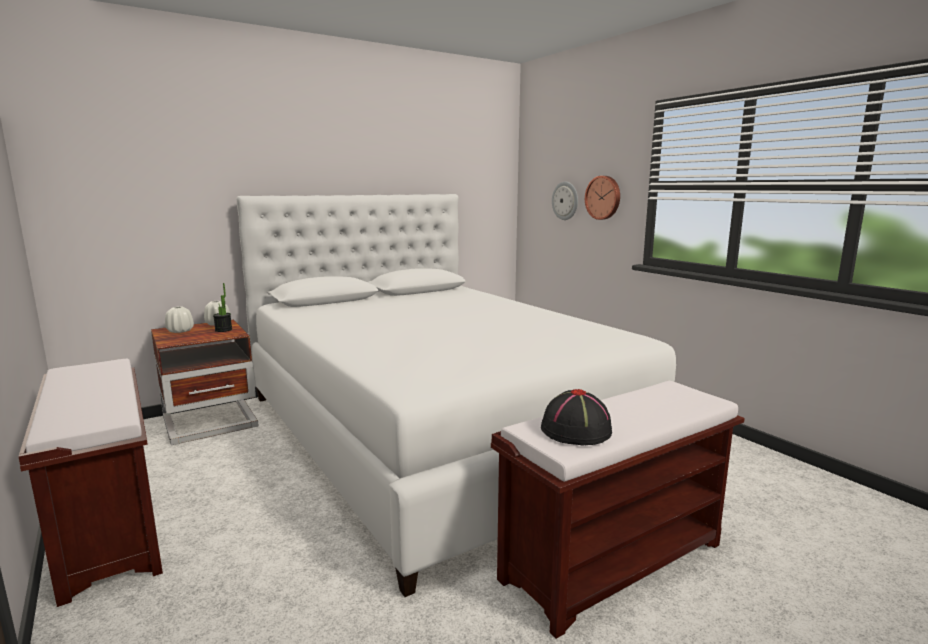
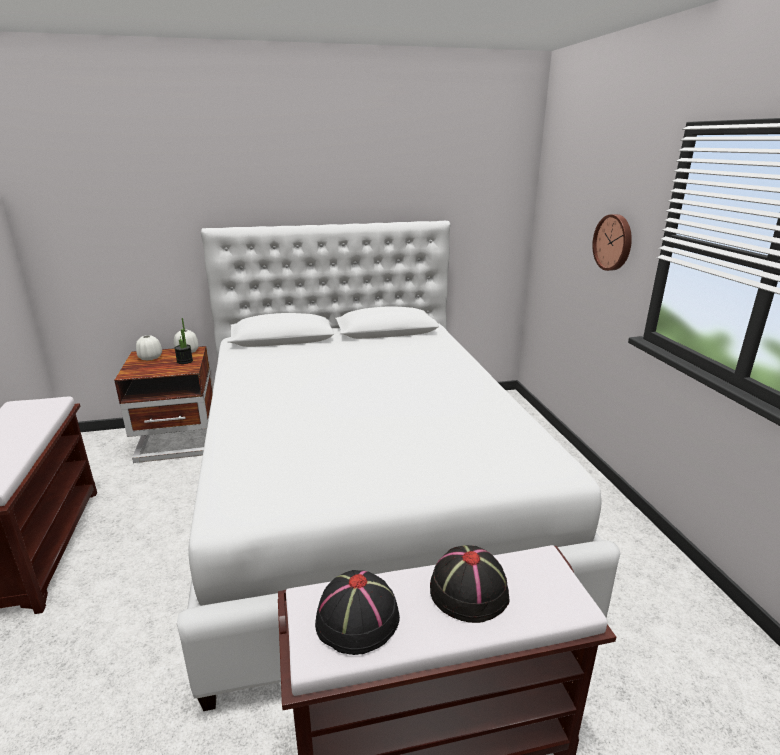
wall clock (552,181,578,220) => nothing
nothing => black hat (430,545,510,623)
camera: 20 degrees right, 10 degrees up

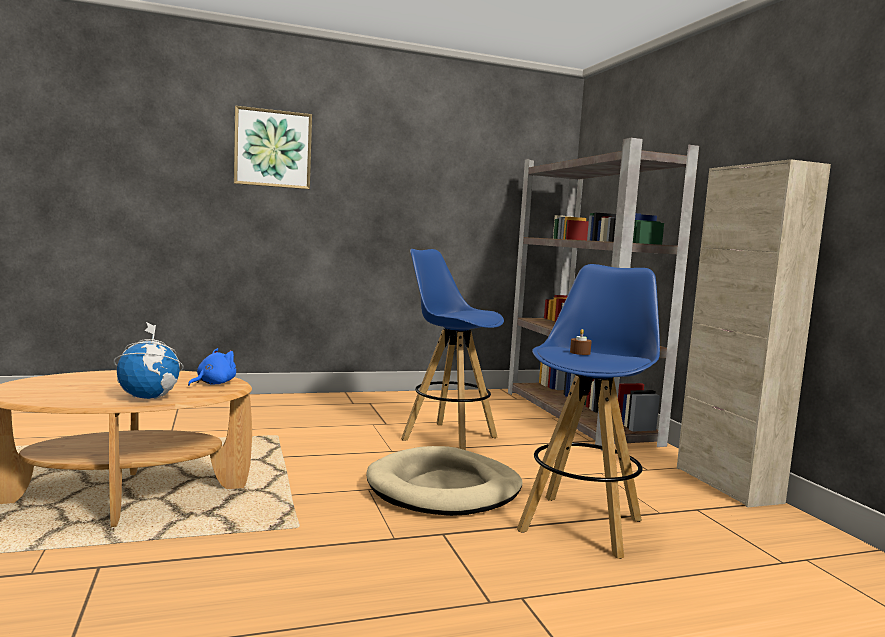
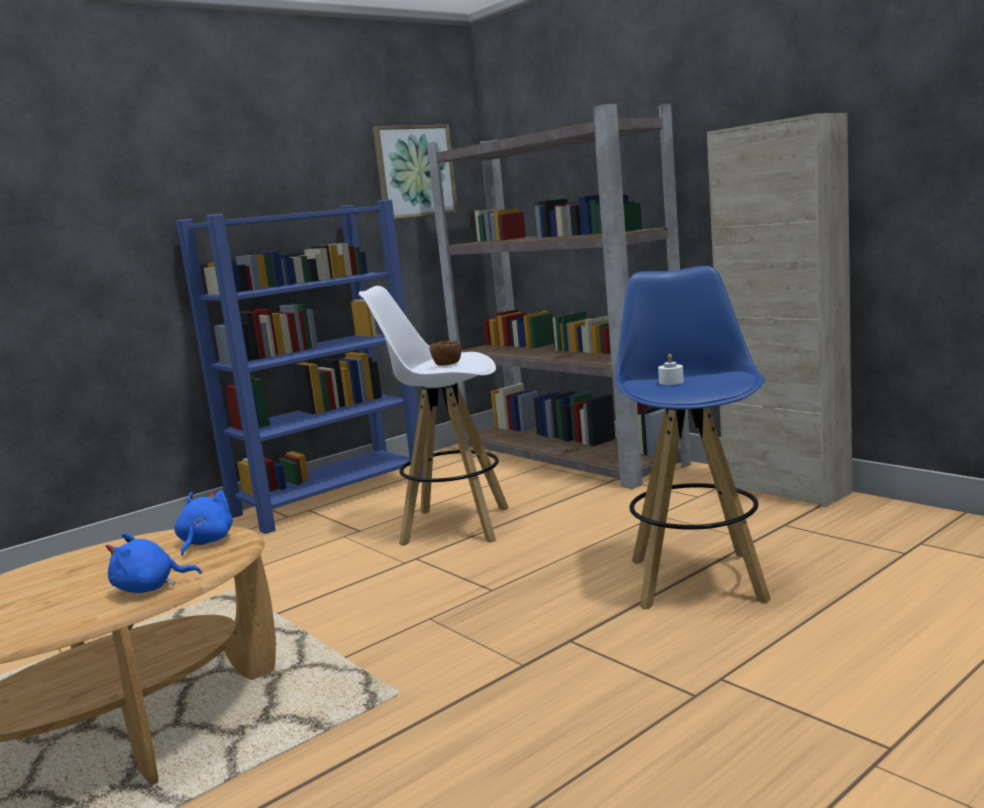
beige dog bed (366,446,522,516) => nothing
nothing => blue bookcase (176,199,423,534)
nothing => brown bowl (429,341,462,366)
picture (234,106,312,189) => picture (373,125,458,219), relocated
globe (114,322,184,399) => blue plush toy (105,533,202,593)
blue stool (401,249,504,450) => white stool (359,286,509,545)
brown candle (570,329,592,355) => white candle (658,354,684,385)
camera: 20 degrees left, 5 degrees up

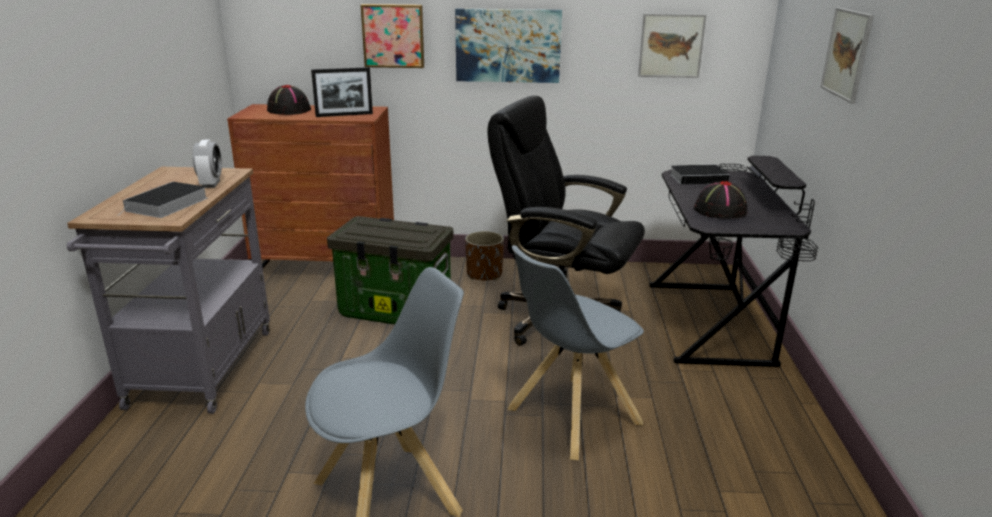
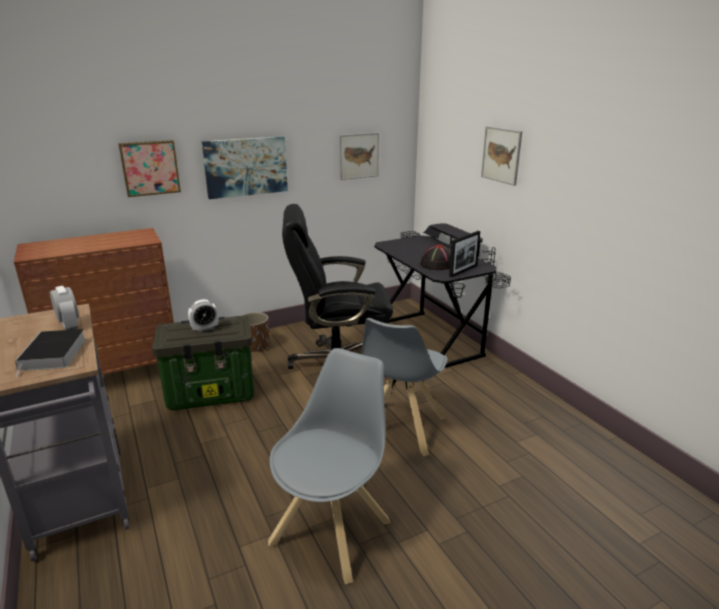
black hat (267,85,311,115) => nothing
book (670,165,729,185) => nothing
nothing => alarm clock (188,299,219,332)
picture frame (311,67,373,117) => picture frame (449,231,480,278), relocated
camera: 30 degrees left, 0 degrees up

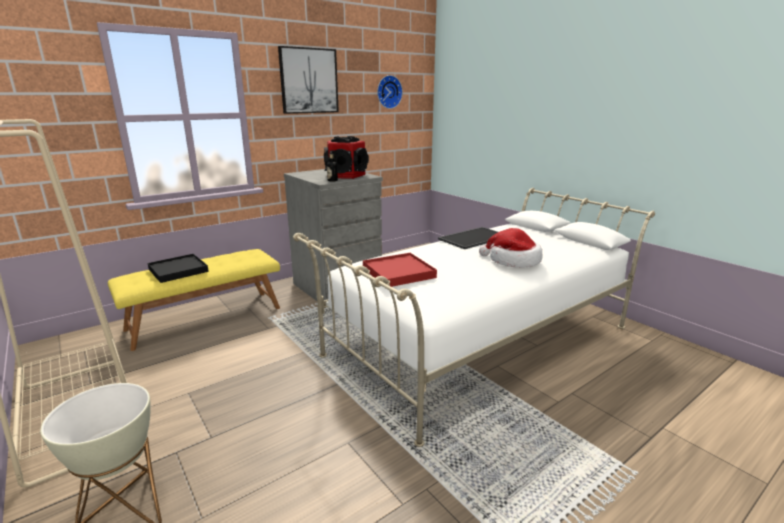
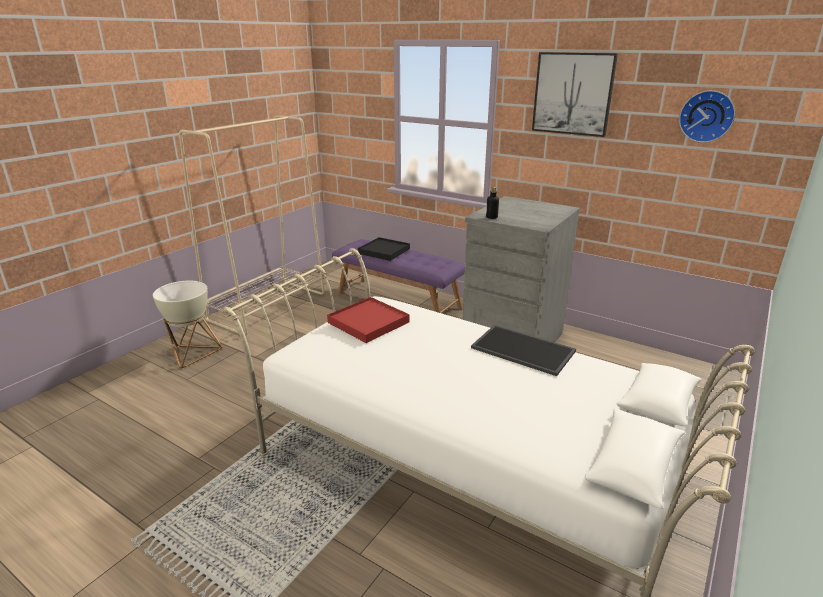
speaker (324,136,369,179) => nothing
hat (479,228,543,268) => nothing
yellow bench (108,249,280,351) => purple bench (332,239,466,313)
camera: 70 degrees right, 5 degrees up

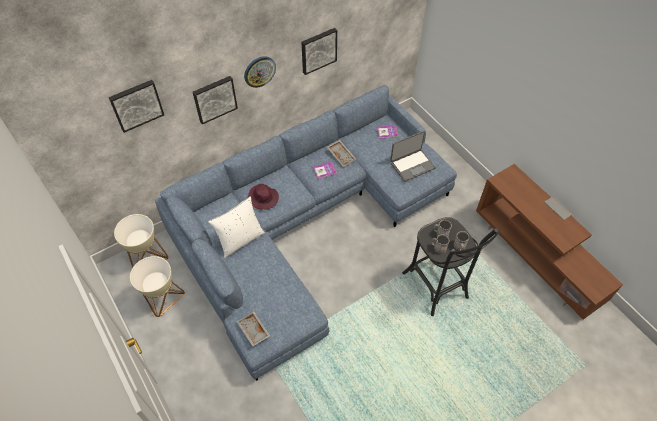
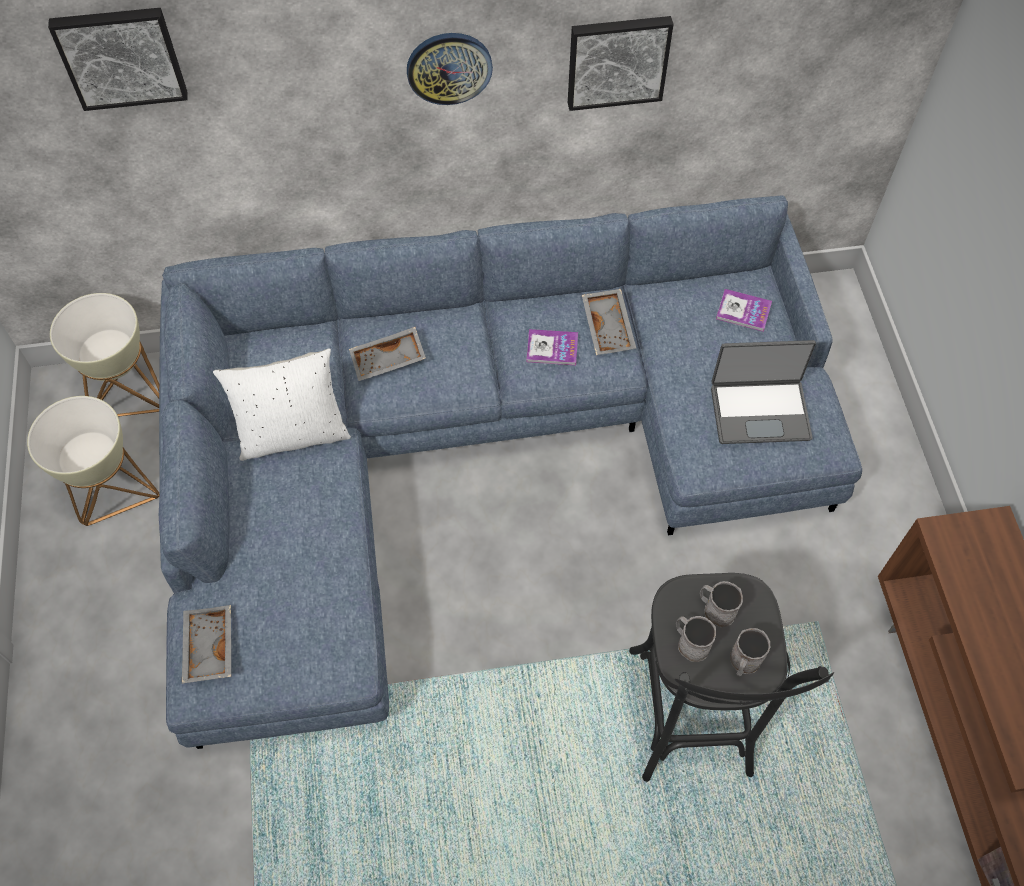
picture (193,76,238,125) => nothing
purple hat (248,184,279,210) => grey tray (349,327,426,381)
camera: 25 degrees right, 5 degrees up

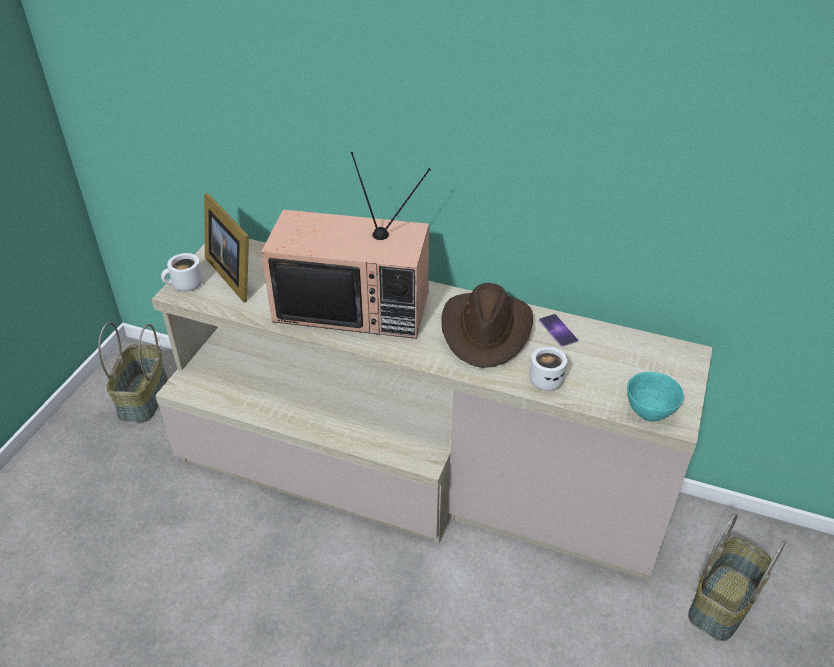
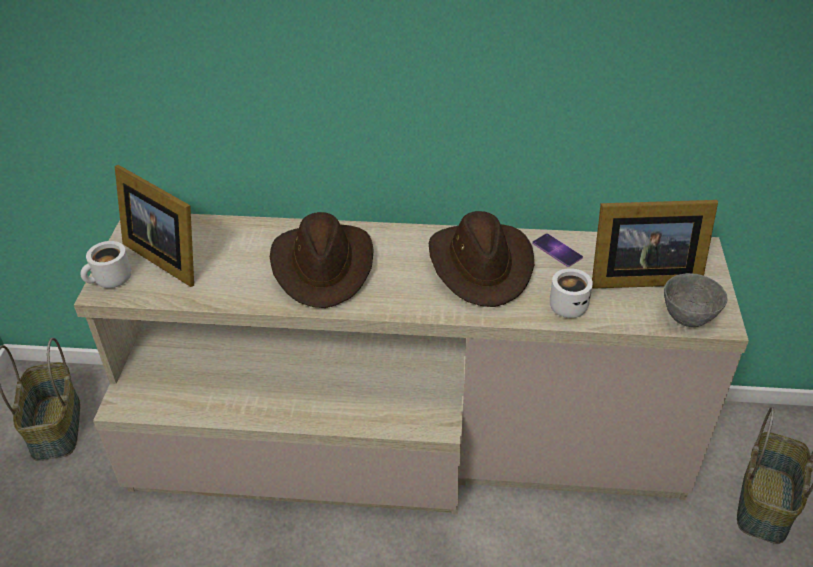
nothing => picture frame (592,200,718,289)
television (261,152,431,339) => brown hat (270,212,374,308)
turquoise bowl (627,372,684,421) => grey bowl (664,273,728,327)
camera: 15 degrees left, 0 degrees up

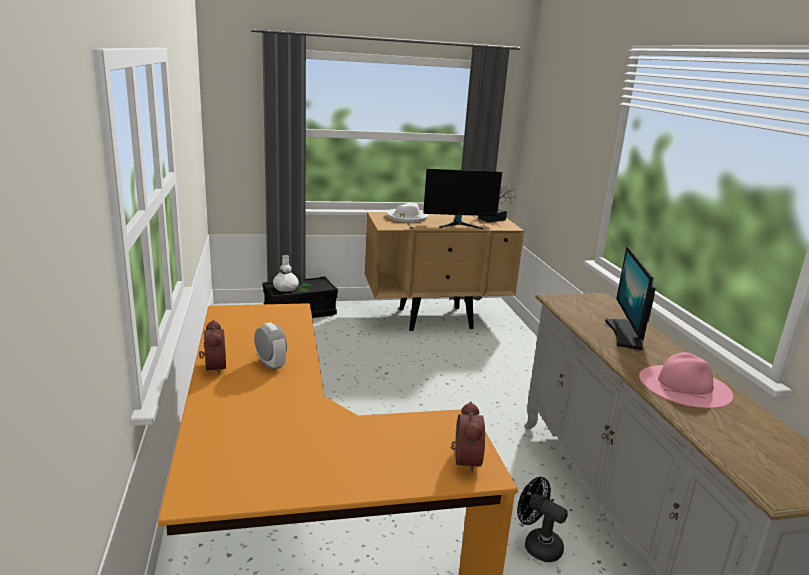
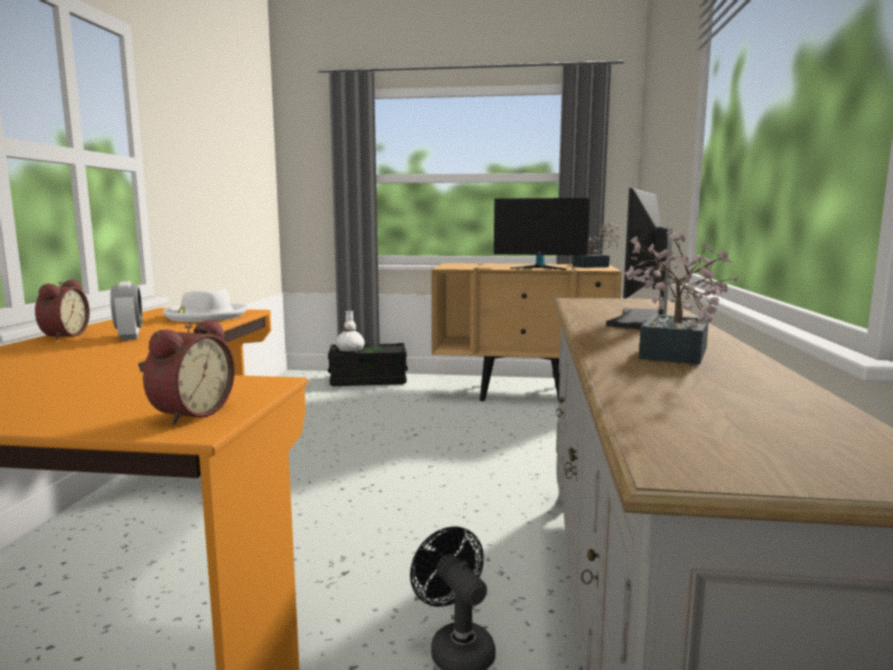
white hat (387,203,428,222) => white hat (163,289,248,322), relocated
pink hat (639,352,733,408) => potted plant (624,231,739,365)
camera: 20 degrees right, 10 degrees down

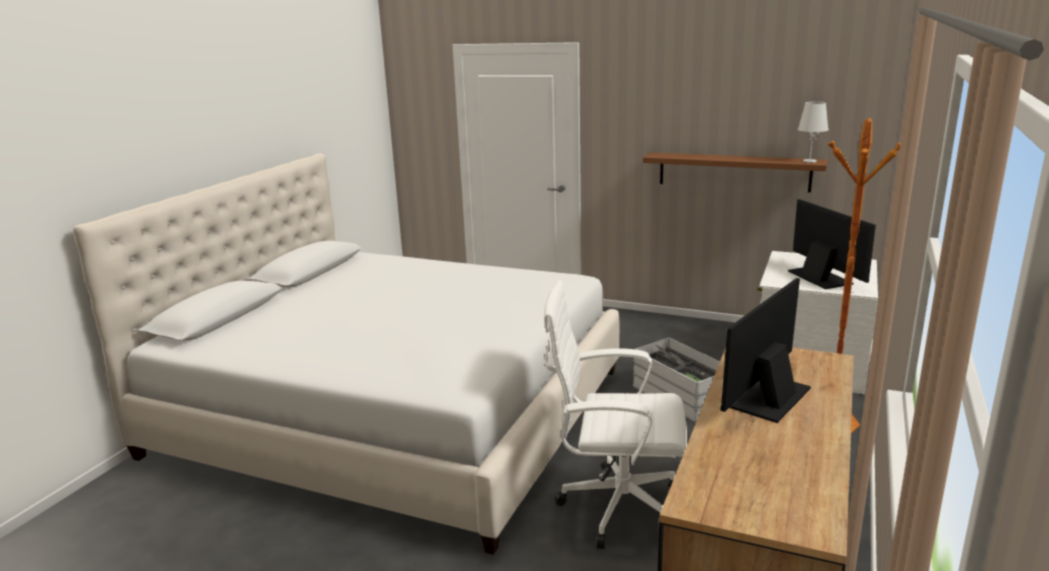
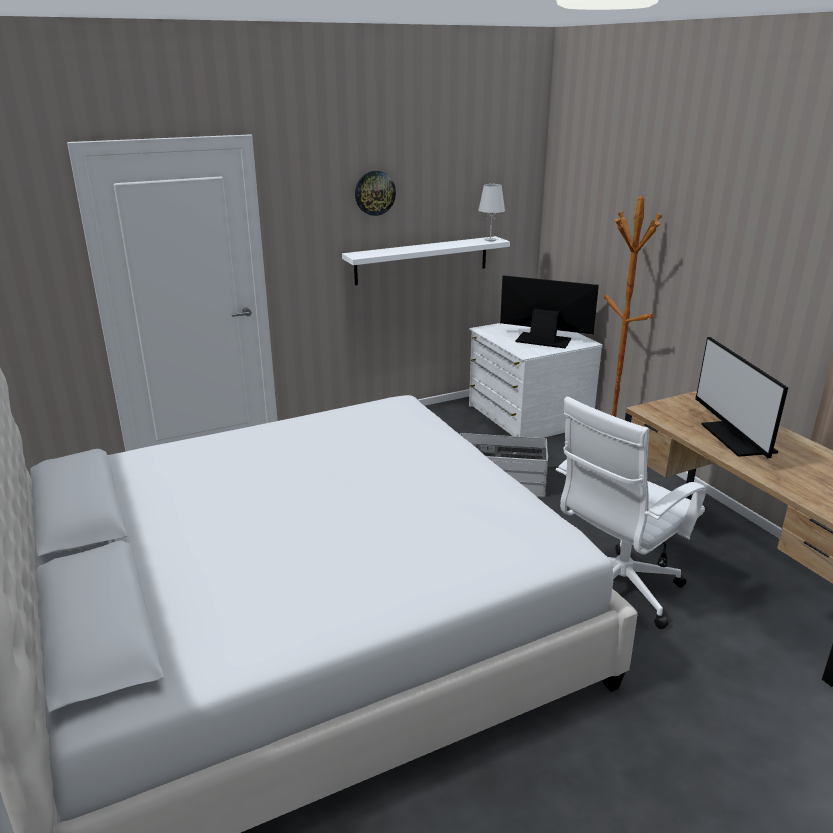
nothing => wall clock (355,171,396,216)
brown shelf (643,152,828,193) => white shelf (342,236,510,285)
camera: 50 degrees left, 5 degrees up

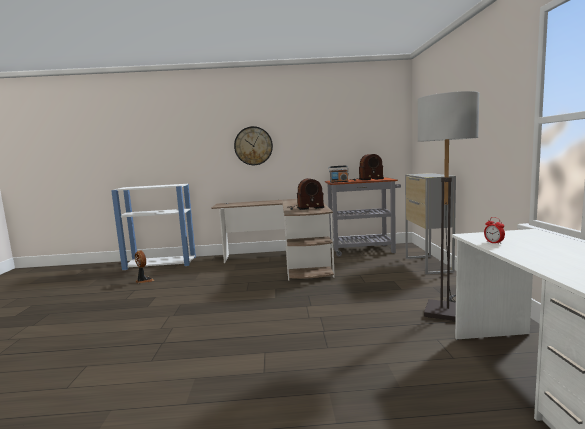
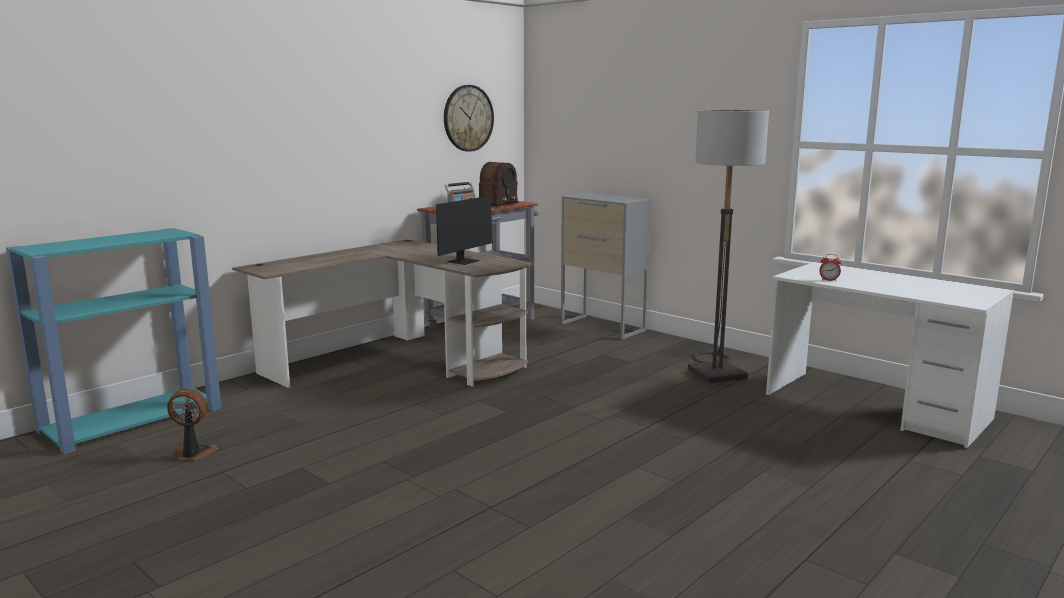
wall clock (234,126,273,165) => wall clock (444,85,494,152), relocated
radio (287,178,324,210) => monitor (436,196,507,265)
white bookcase (111,184,196,270) => turquoise bookcase (6,228,221,454)
camera: 45 degrees left, 5 degrees up

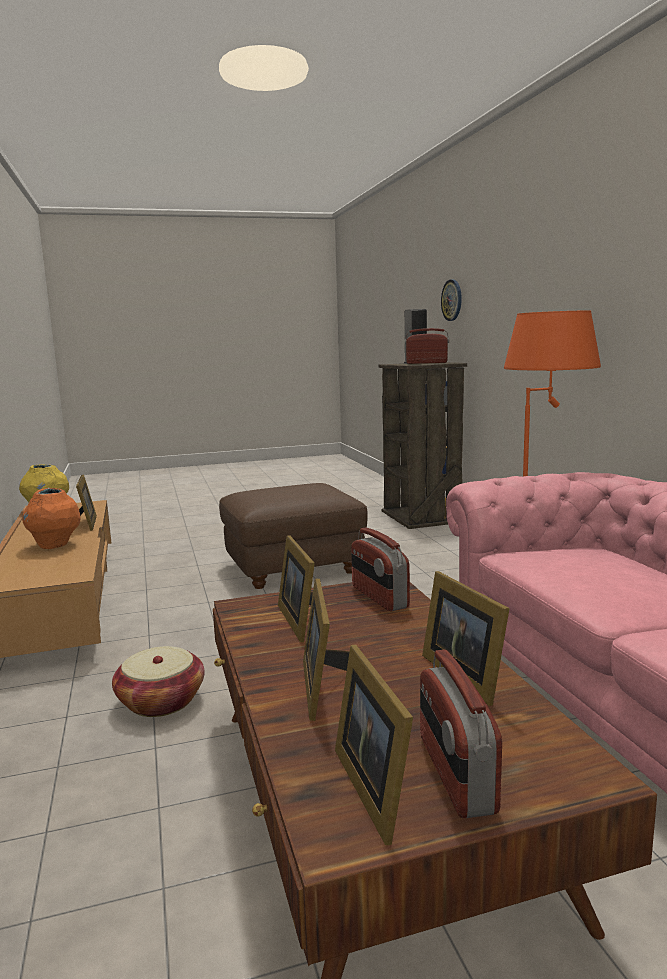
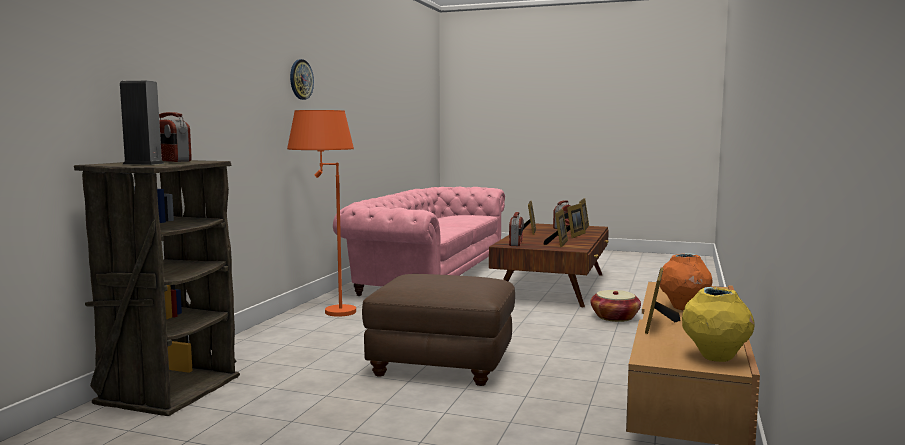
wall clock (441,279,462,321) => wall clock (290,59,314,100), relocated
camera: 145 degrees left, 5 degrees down

